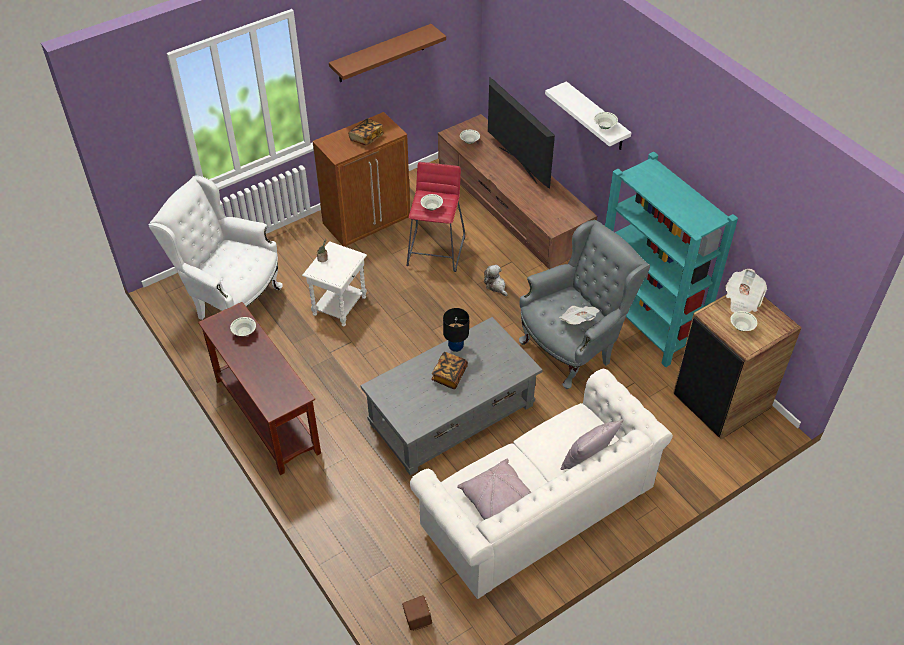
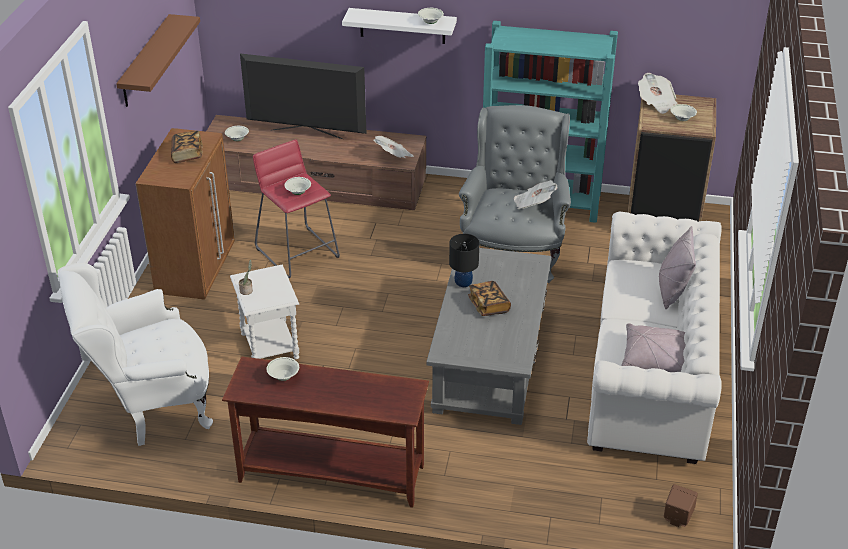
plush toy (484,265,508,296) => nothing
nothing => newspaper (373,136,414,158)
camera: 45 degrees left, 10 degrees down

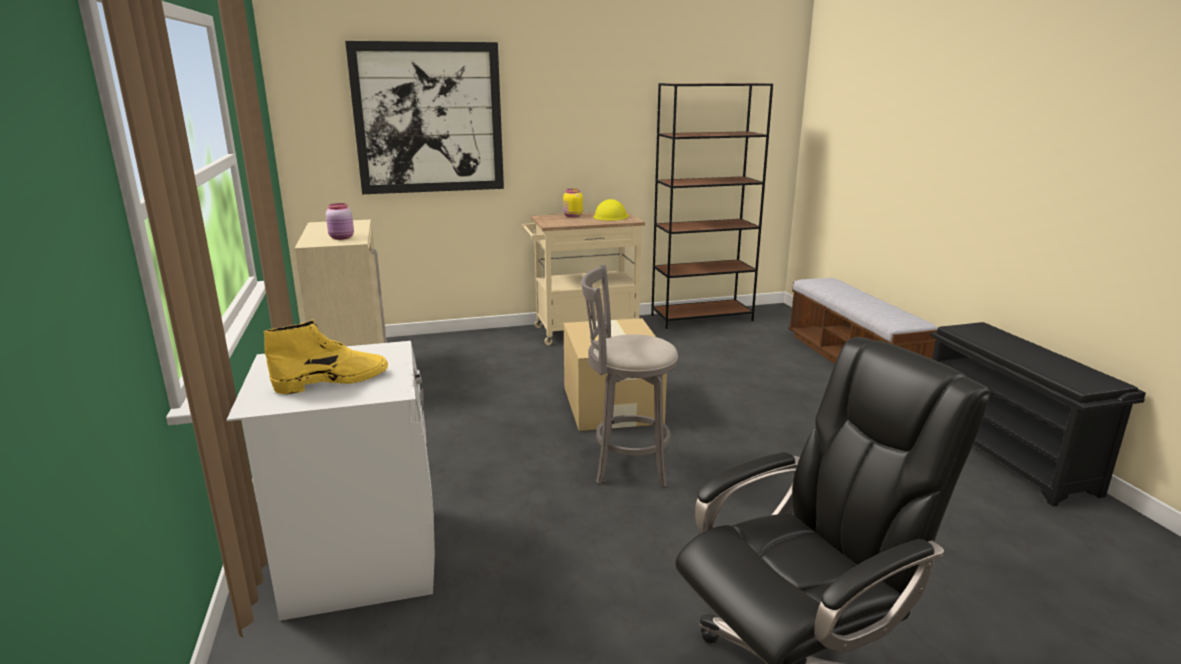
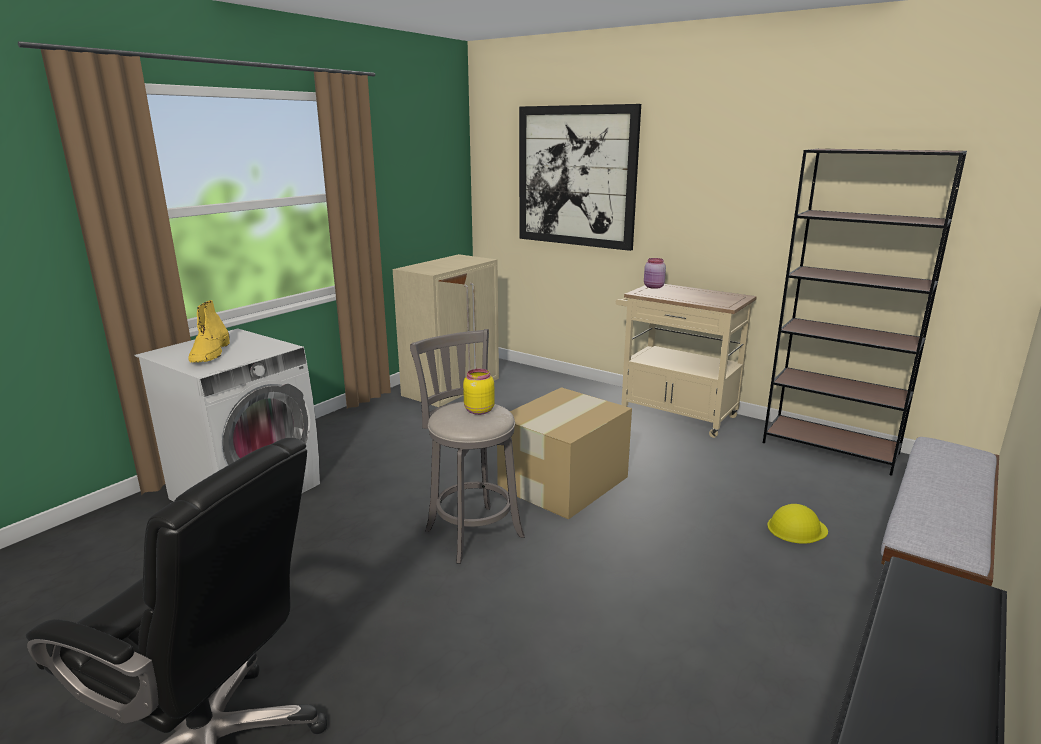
pink jar (326,203,354,240) => pink jar (644,258,666,289), relocated
yellow jar (563,189,583,217) => yellow jar (463,369,495,415), relocated
yellow hard hat (593,199,629,221) => yellow hard hat (767,504,828,544), relocated
yellow boot (264,319,388,394) => yellow boot (188,300,230,363), 60 degrees clockwise
camera: 50 degrees right, 0 degrees up

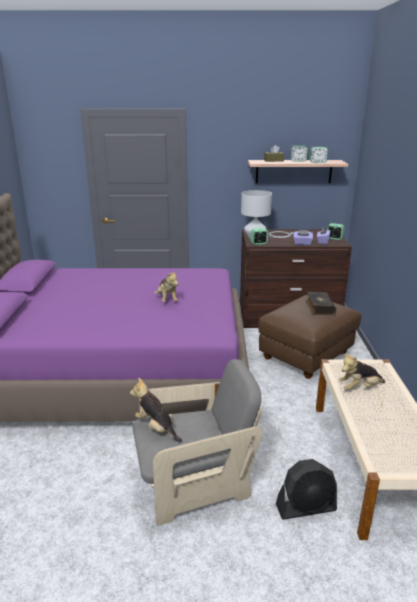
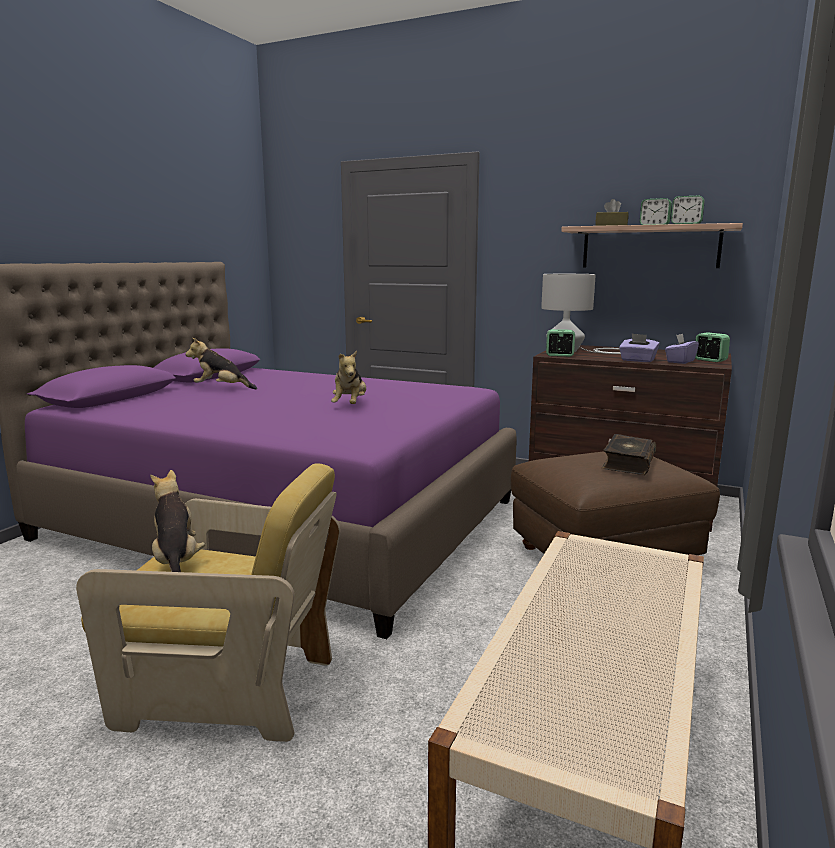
black fan (276,459,337,520) => nothing
plush toy (339,354,385,390) => plush toy (186,338,257,390), relocated
grey armchair (132,359,262,525) => yellow armchair (76,463,340,742)
camera: 25 degrees right, 10 degrees down

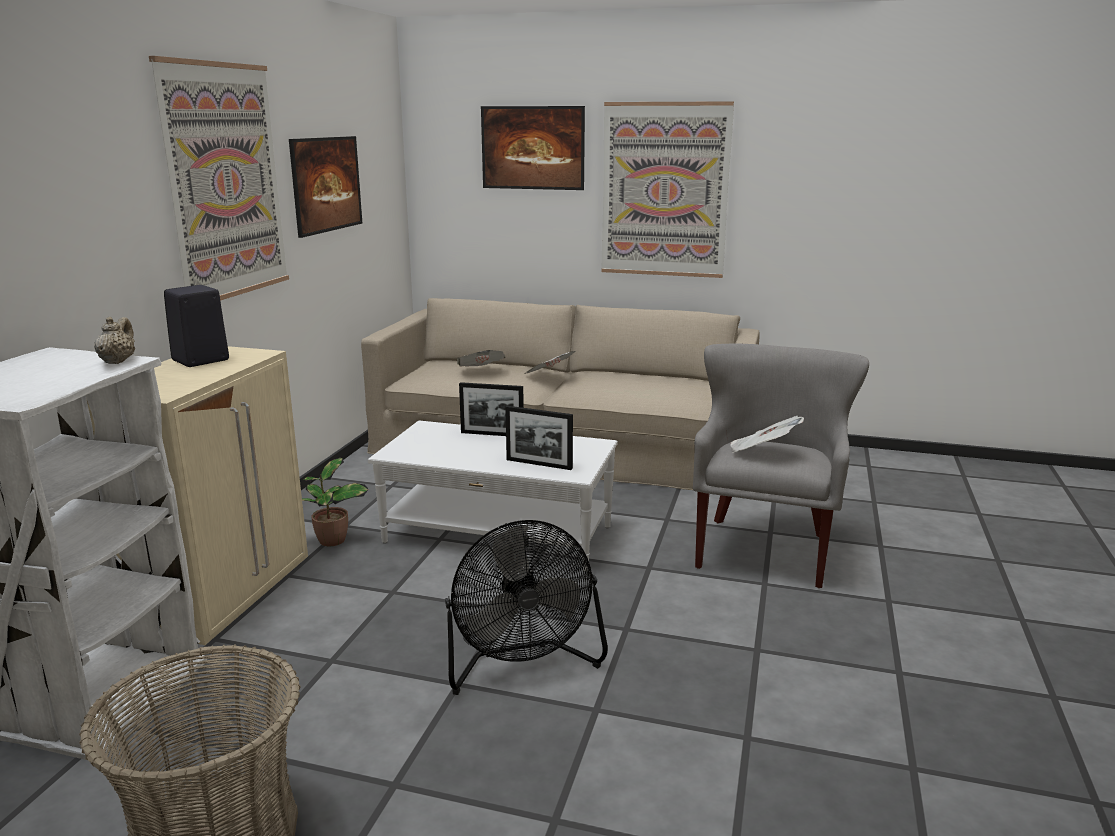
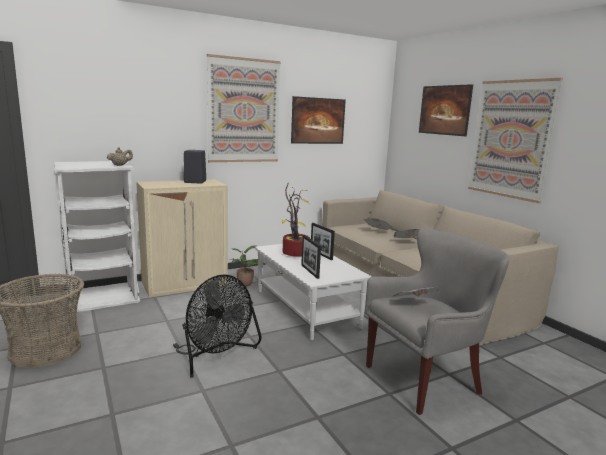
nothing => potted plant (282,183,310,257)
black fan (445,520,608,695) => black fan (173,275,262,378), 75 degrees counterclockwise
camera: 45 degrees right, 5 degrees down

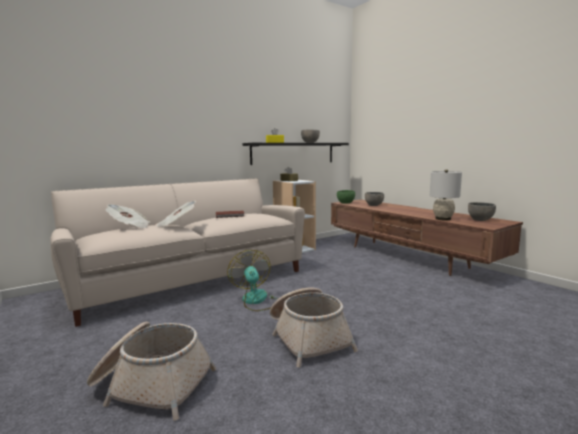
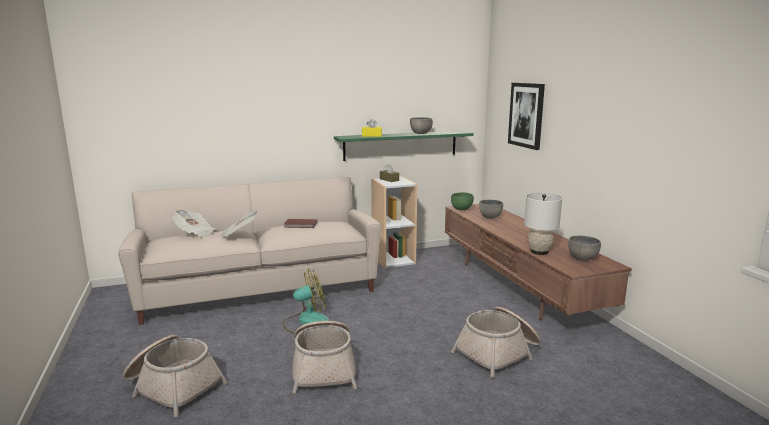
nothing => basket (451,307,541,378)
nothing => picture (508,83,545,150)
black shelf (242,143,349,165) => green shelf (334,131,474,161)
fan (227,250,279,311) => fan (282,268,329,334), 75 degrees clockwise
camera: 15 degrees right, 5 degrees up

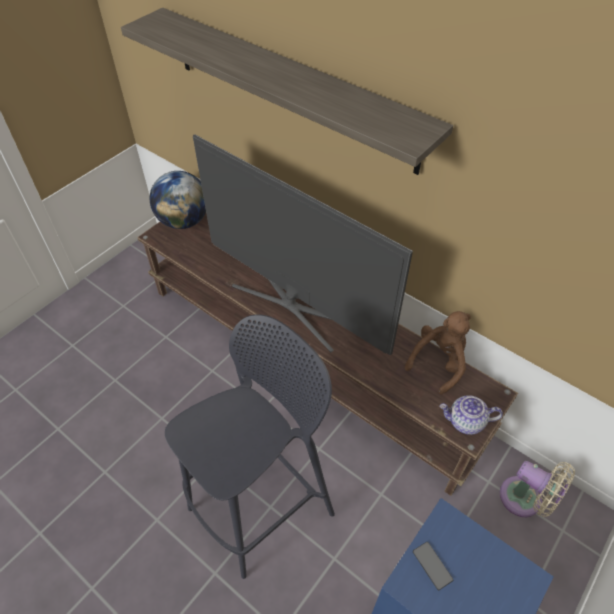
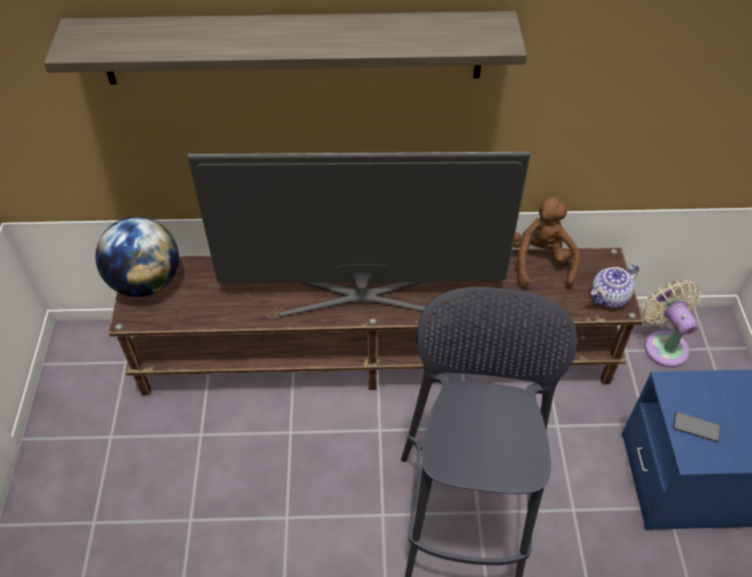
beige fan (500,461,575,517) => beige fan (642,280,701,367), 105 degrees counterclockwise
camera: 40 degrees left, 0 degrees up

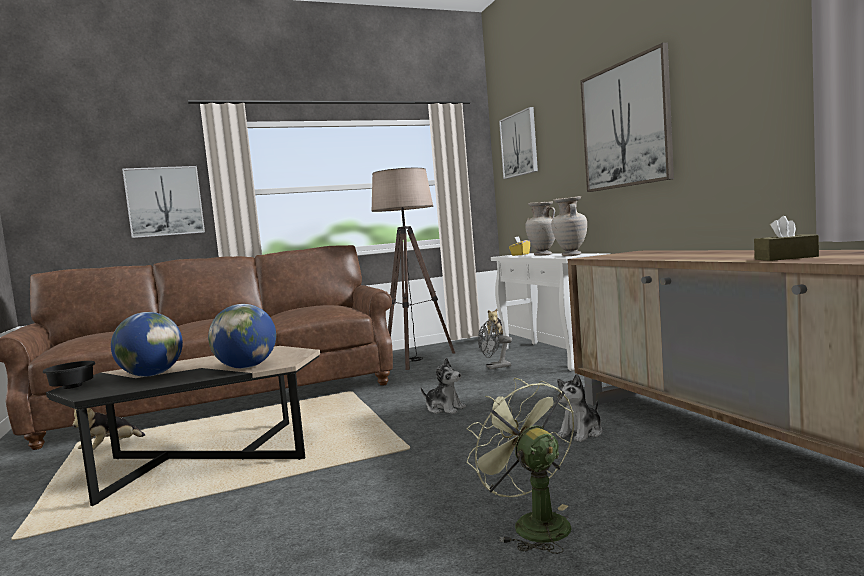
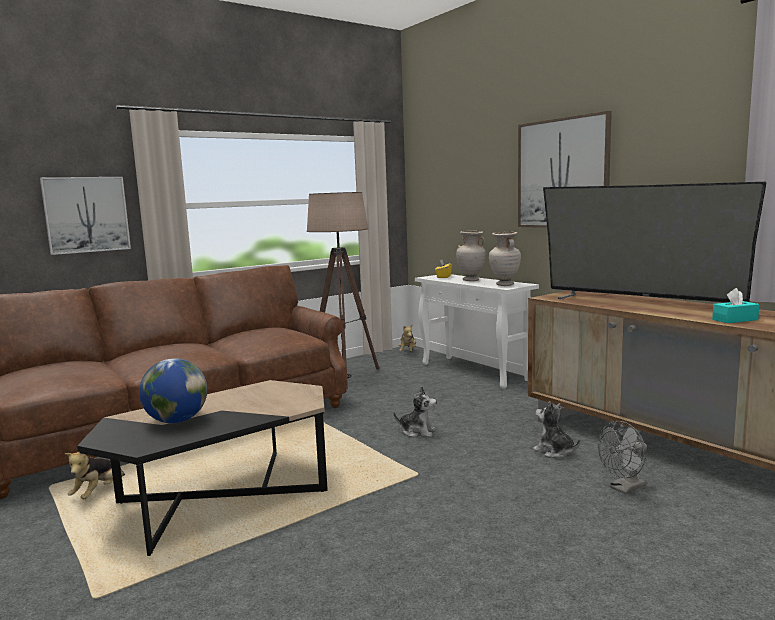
black bowl (42,361,96,389) => nothing
globe (208,304,276,369) => nothing
green fan (467,378,574,554) => nothing
picture (499,107,538,179) => nothing
nothing => television (543,182,766,303)
grey fan (478,320,512,369) => grey fan (598,421,647,494), relocated
brown tissue box (754,216,819,261) => turquoise tissue box (712,288,759,323)
plush toy (557,374,602,442) => plush toy (533,401,580,458), 105 degrees clockwise
camera: 15 degrees left, 5 degrees up

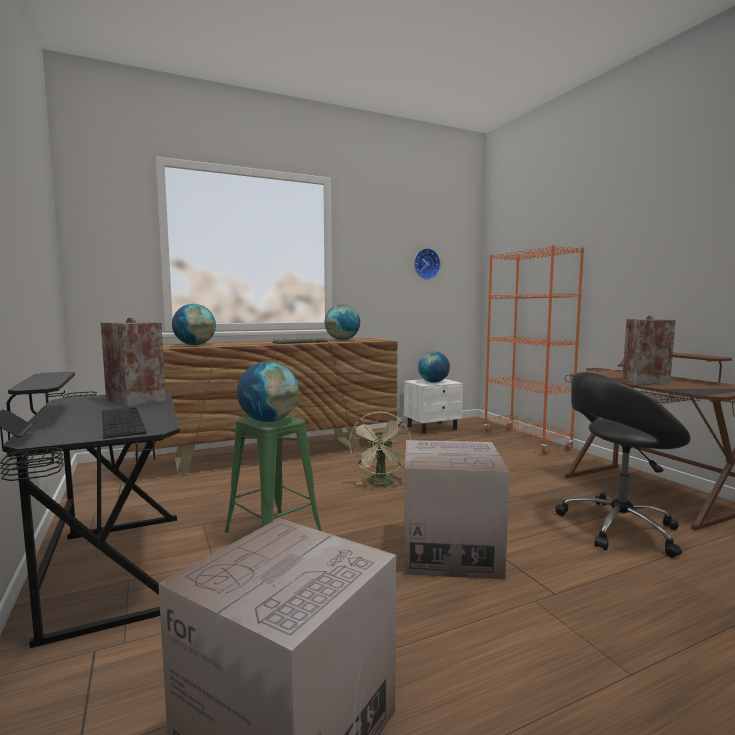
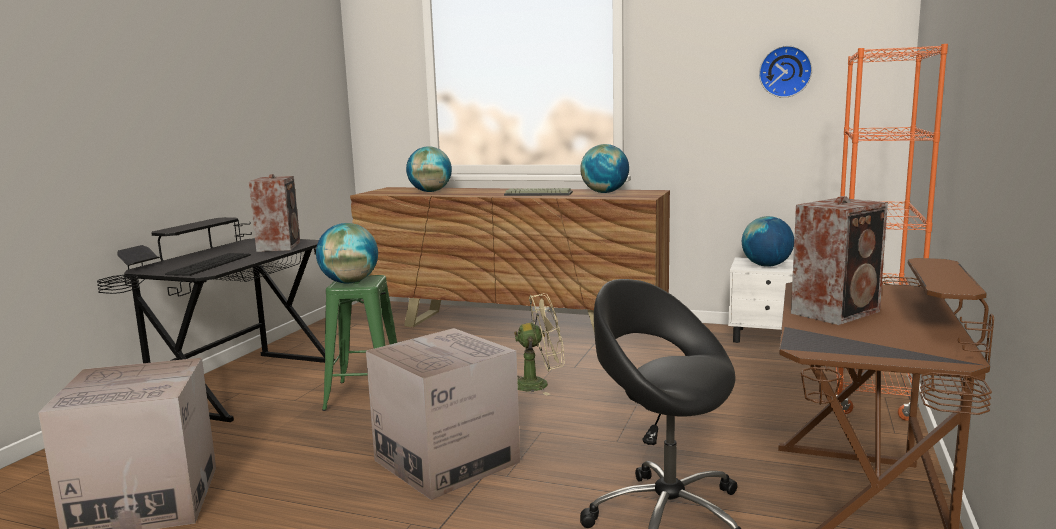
beige fan (349,412,411,486) => beige fan (514,293,565,396), 150 degrees counterclockwise
camera: 45 degrees right, 5 degrees up

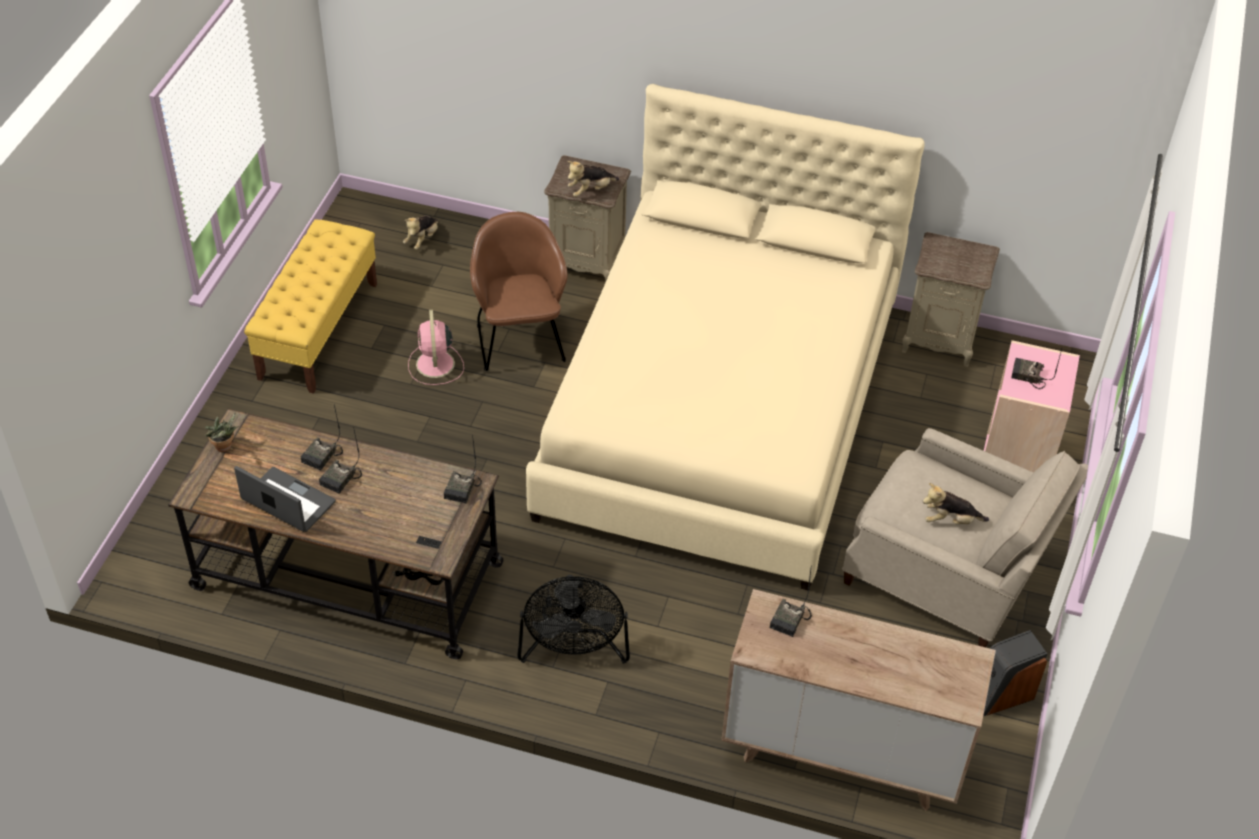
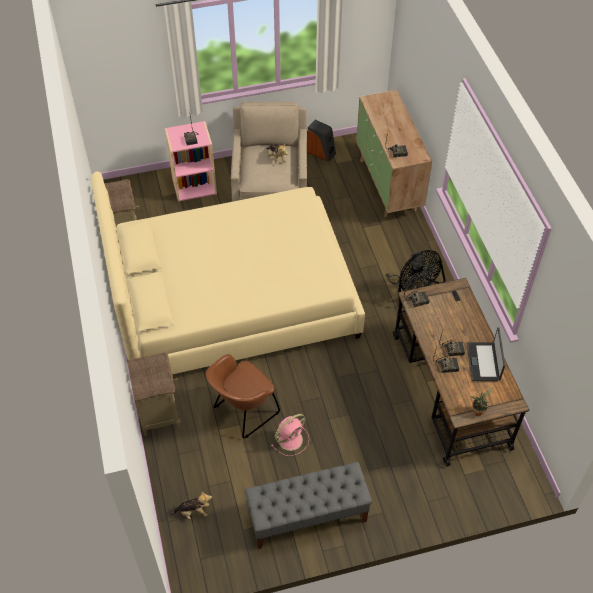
plush toy (567,161,619,197) => nothing
yellow bench (244,219,377,394) => grey bench (245,462,372,549)
black fan (517,575,630,664) => black fan (386,250,445,301), 90 degrees clockwise
camera: 120 degrees left, 5 degrees up

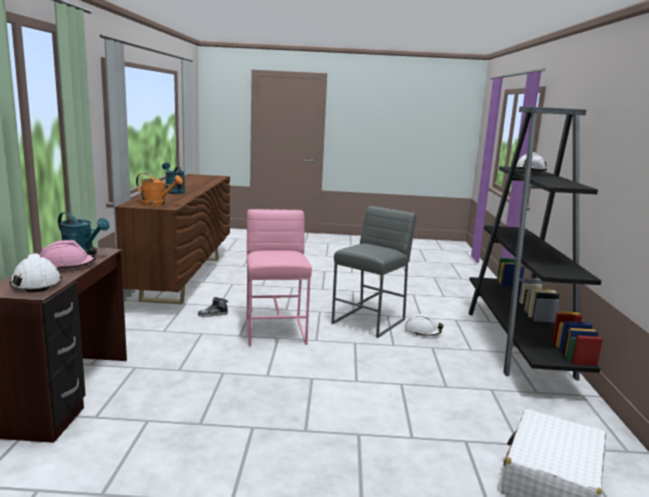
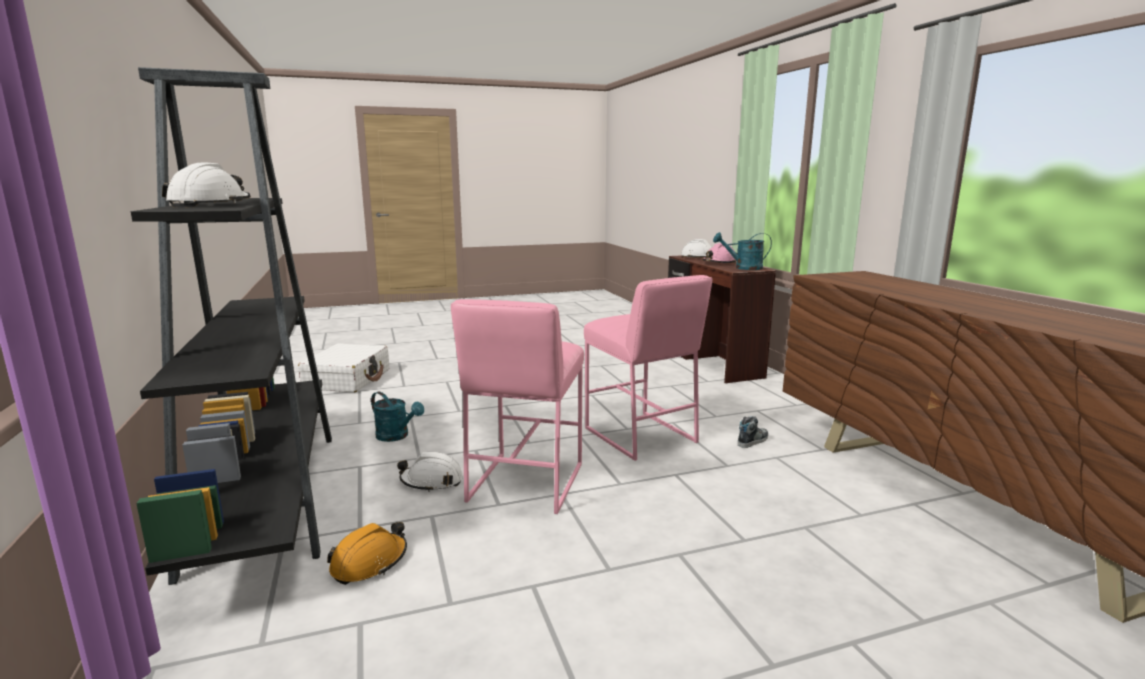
orange watering can (136,173,183,206) => nothing
nothing => orange hard hat (327,522,407,585)
turquoise watering can (162,162,185,194) => turquoise watering can (371,392,424,442), relocated
grey stool (332,206,417,338) => pink stool (451,299,584,514)
camera: 160 degrees right, 0 degrees up

